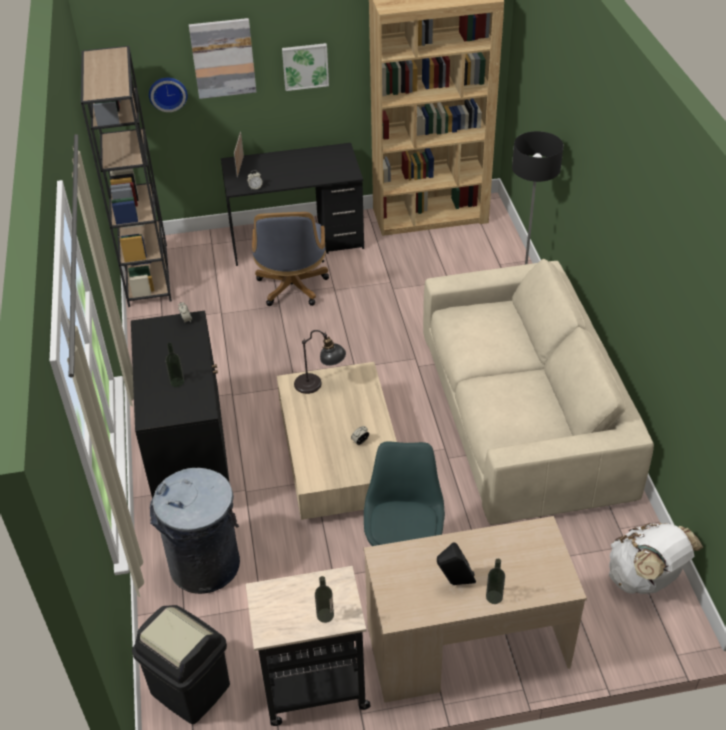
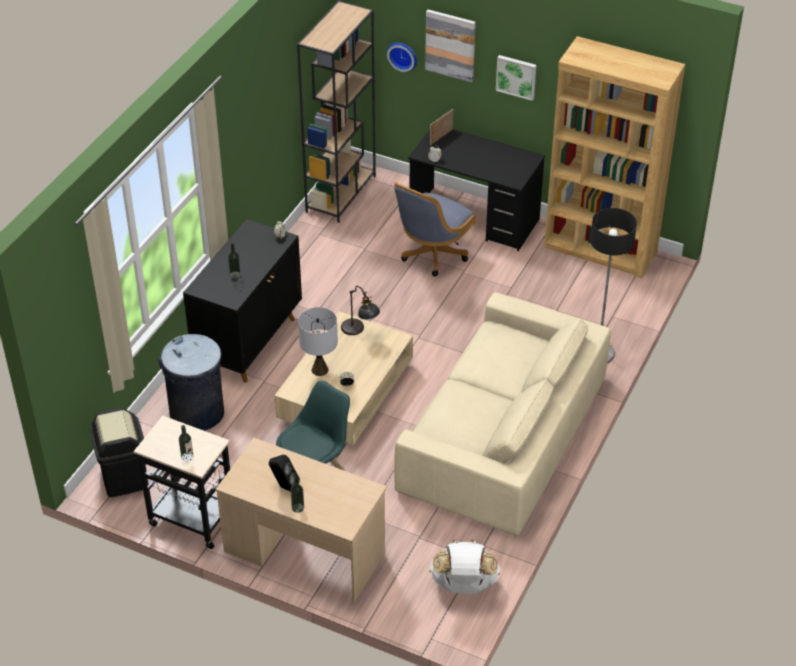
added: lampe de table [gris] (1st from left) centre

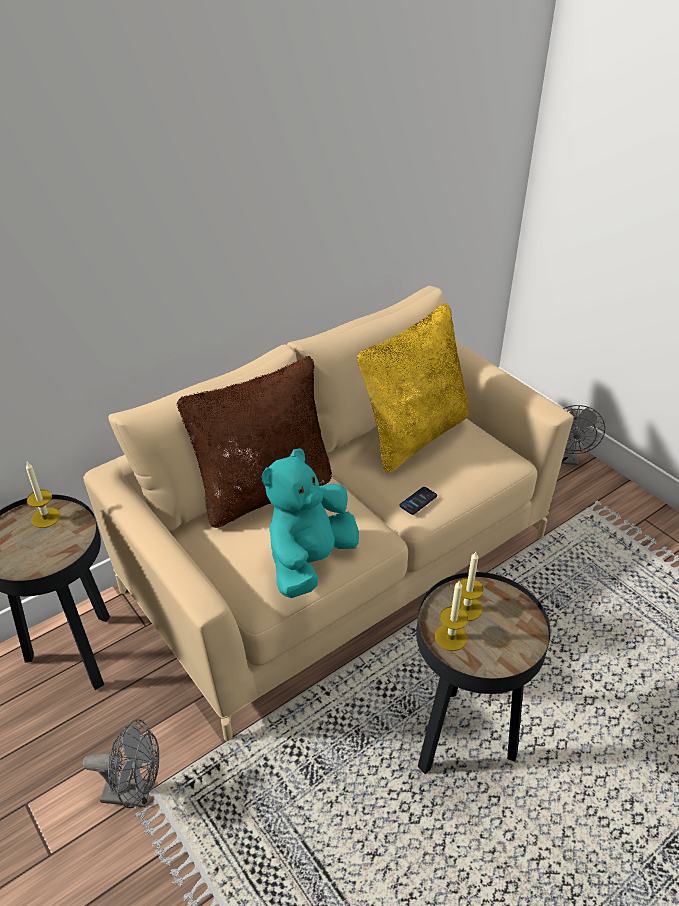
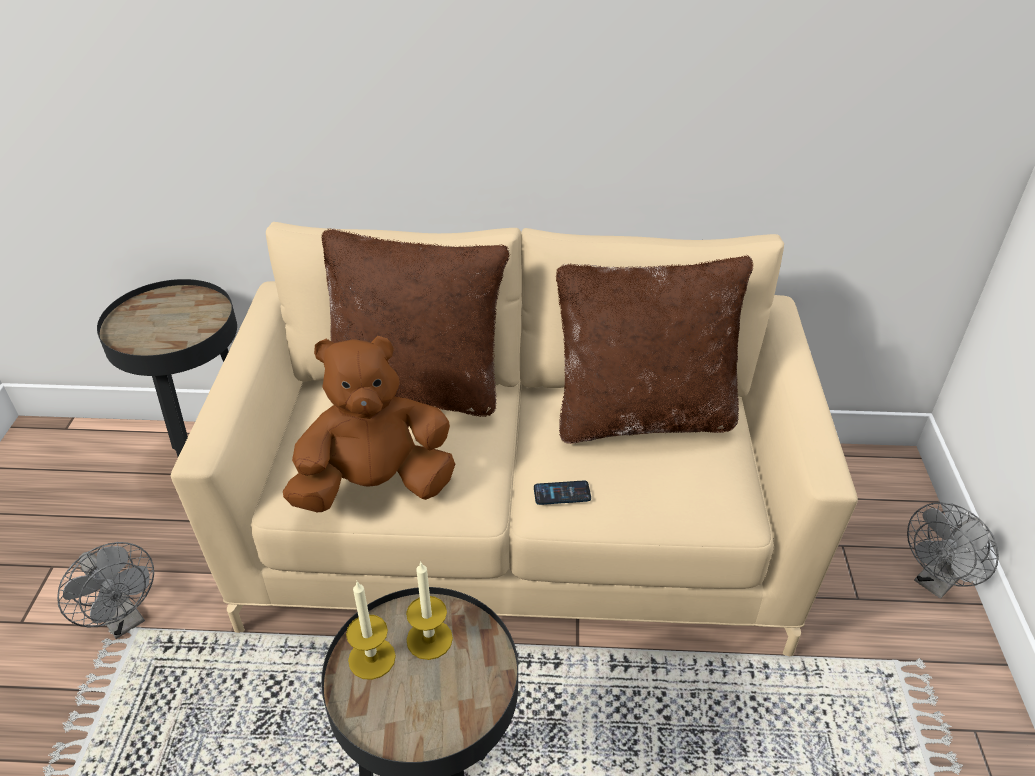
removed: bougie (1st from left) middle left
recoloured: peluche [turquoise] centre to peluche [marron] centre; coussin [jaune] centre to coussin [marron] (2nd from left) centre

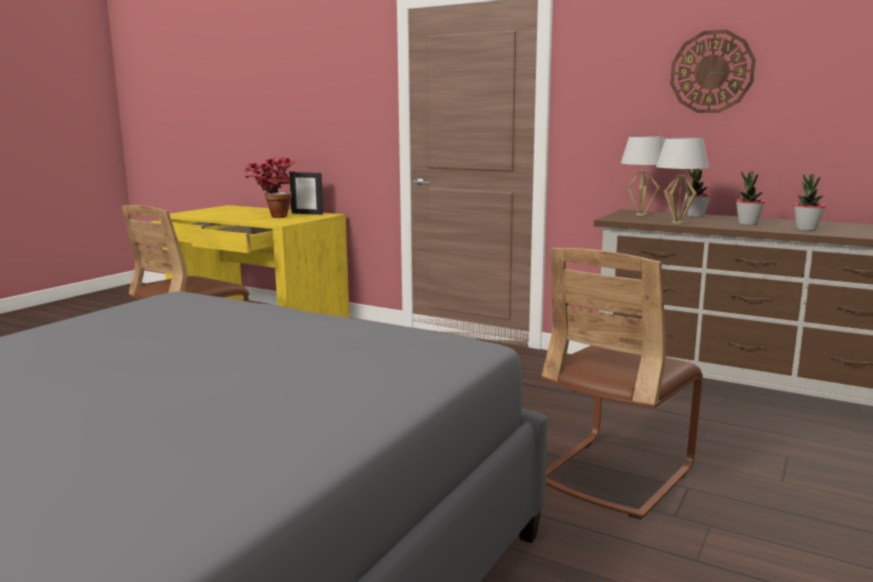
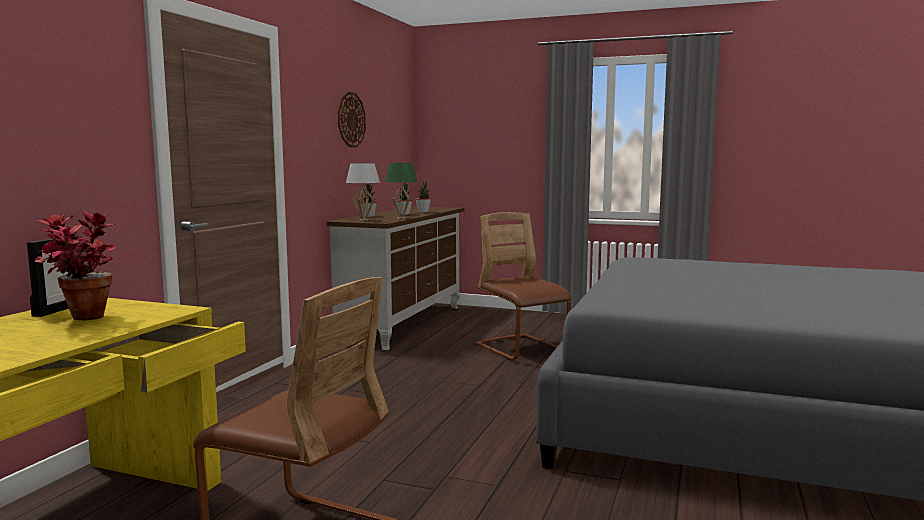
recoloured: lampe de table [blanc] (2nd from left) top right to lampe de table [vert] centre
turned: chaise [marron] (2nd from left) middle right = centre 150 degrees counterclockwise

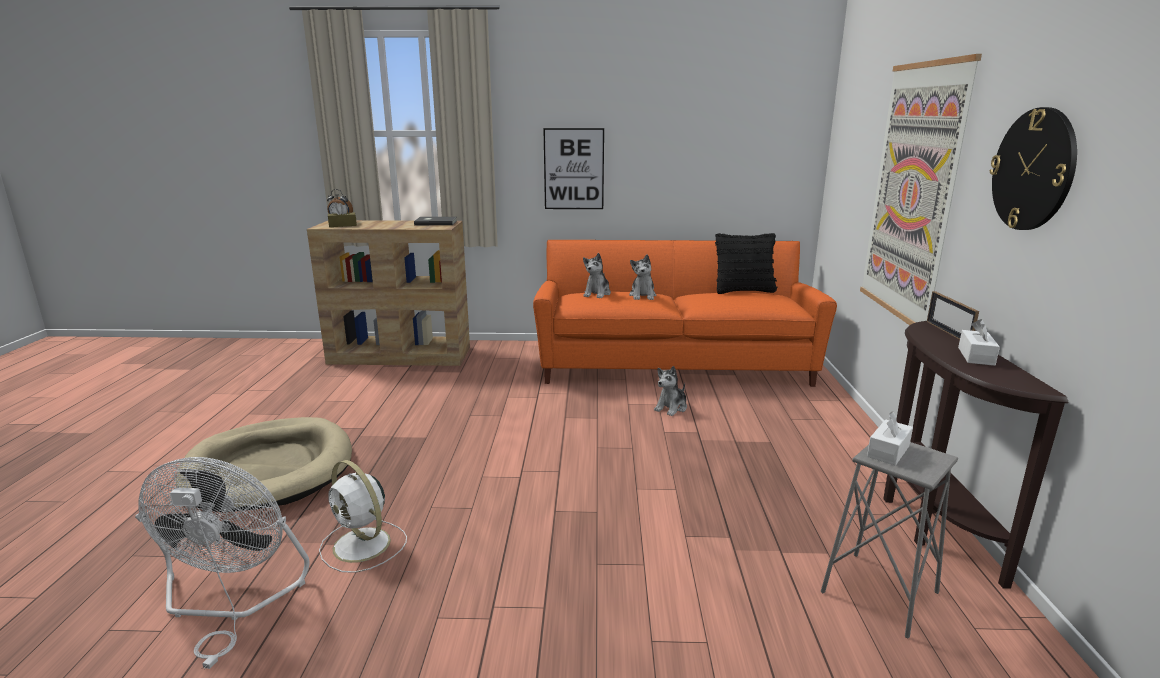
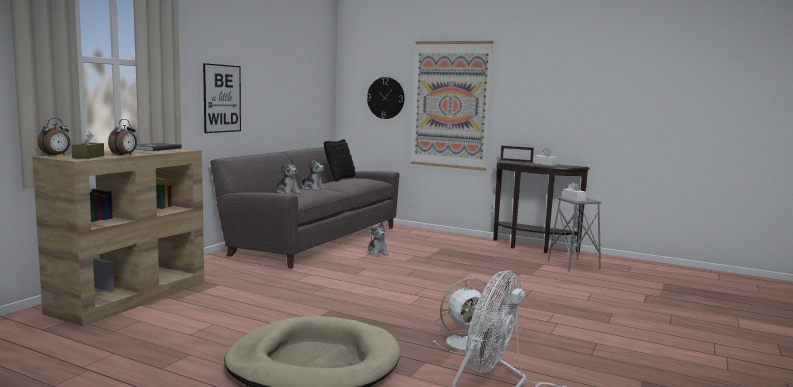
added: réveil (2nd from left) middle left
moved: horloge murale top right to top centre
recoloured: canapé [orange] centre to canapé [gris] centre

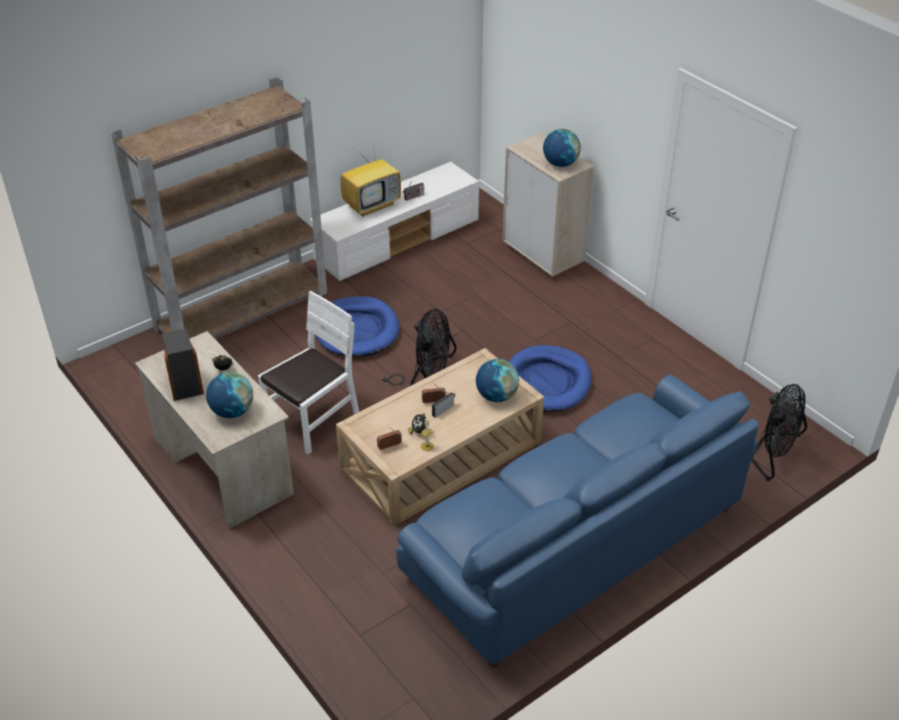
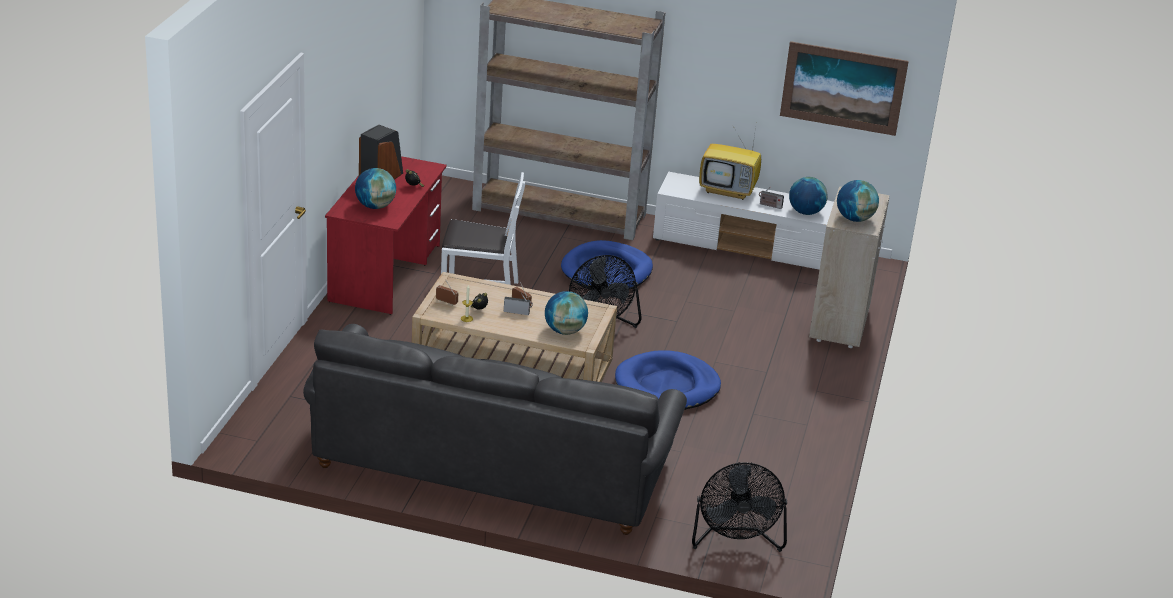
added: tableau top right; globe (3rd from left) top right
recoloured: bureau [beige] middle left to bureau [rouge] middle left; canapé [bleu] bottom centre to canapé [noir] bottom centre

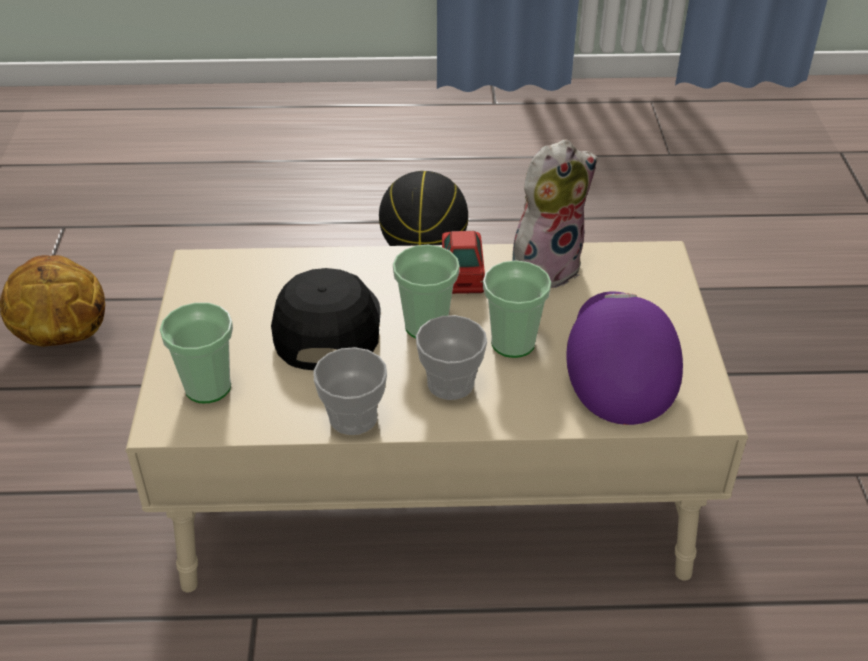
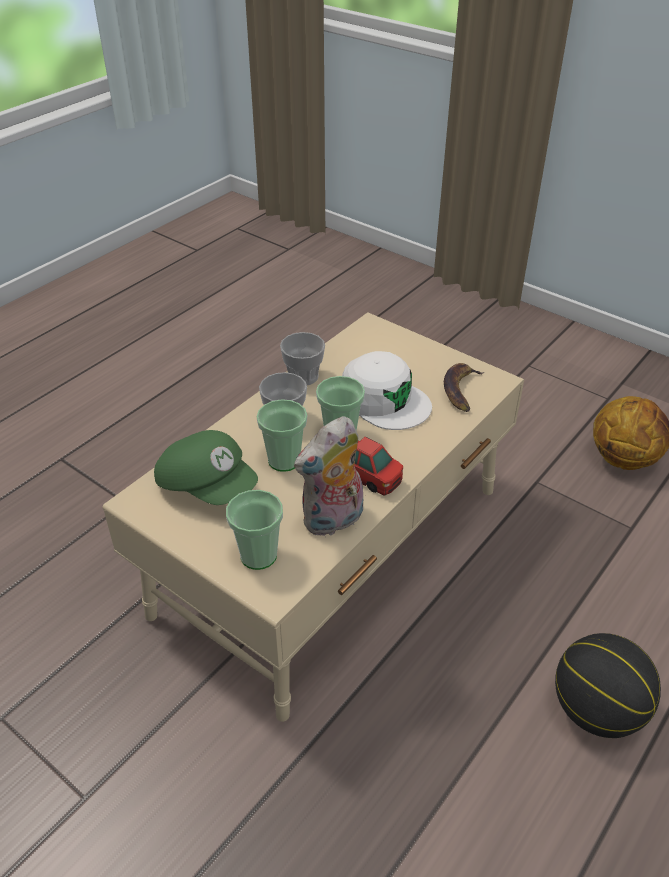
added: banane middle right
moved: tasse (1st from left) middle left to centre
recoloured: casquette [noir] centre to casquette [blanc] centre; casquette [violet] middle right to casquette [vert] middle left
turned: peluche top centre = centre 45 degrees clockwise

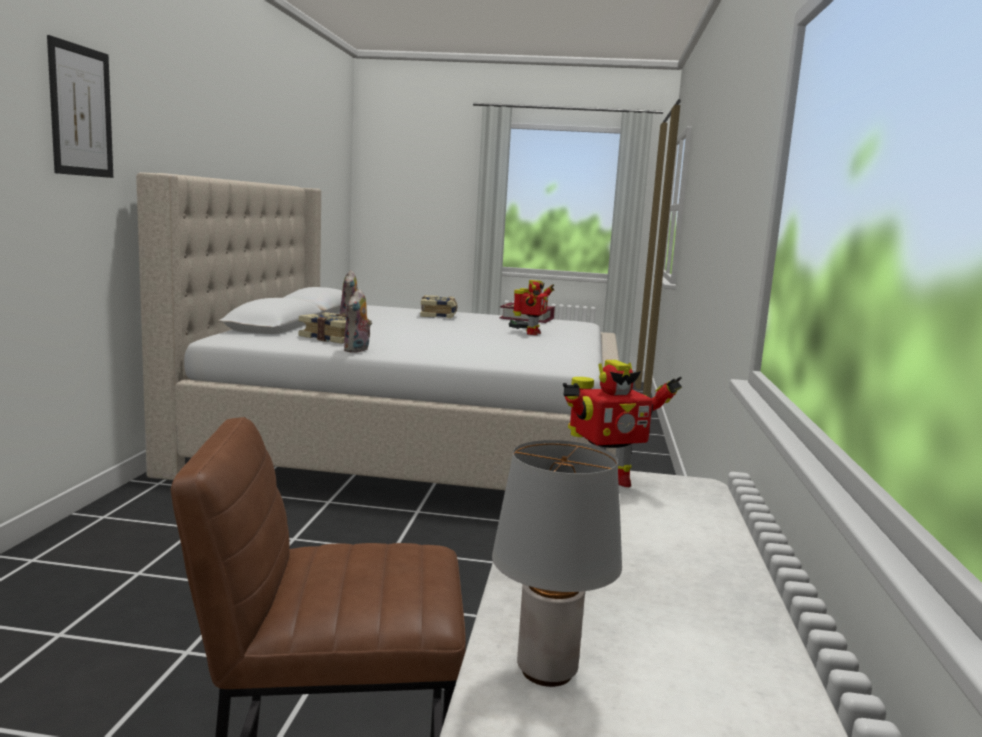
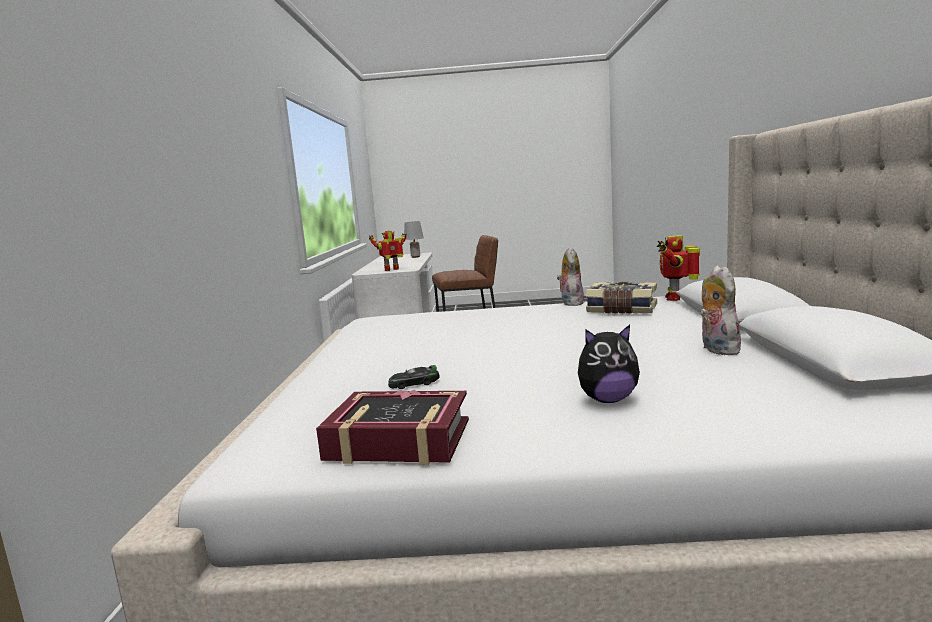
removed: tableau top left
moved: robot jouet (1st from left in the first image) centre to robot jouet (2nd from left) middle right
replaced: livre (2nd from left) centre to peluche (2nd from left) centre

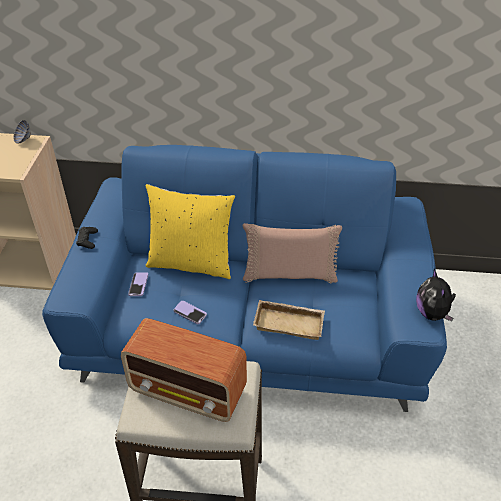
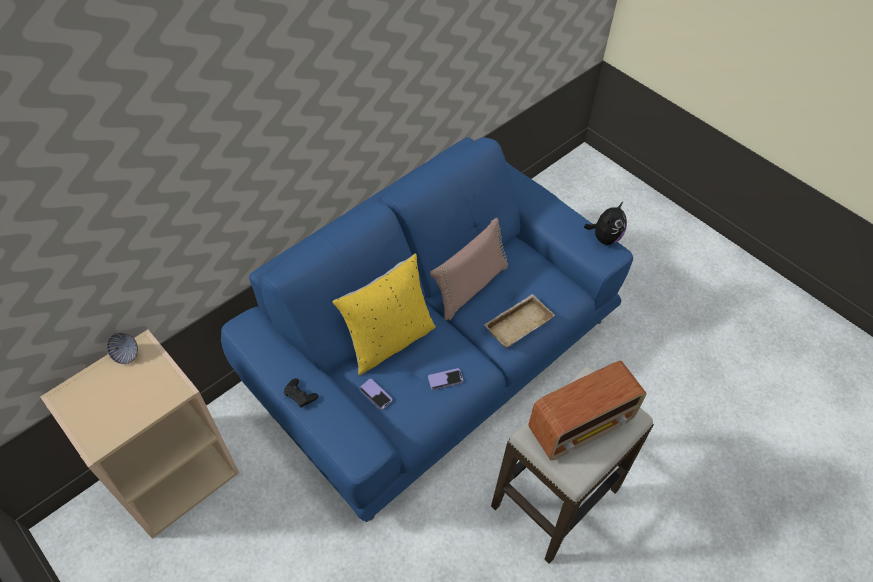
turned: peluche middle right = middle right 90 degrees counterclockwise

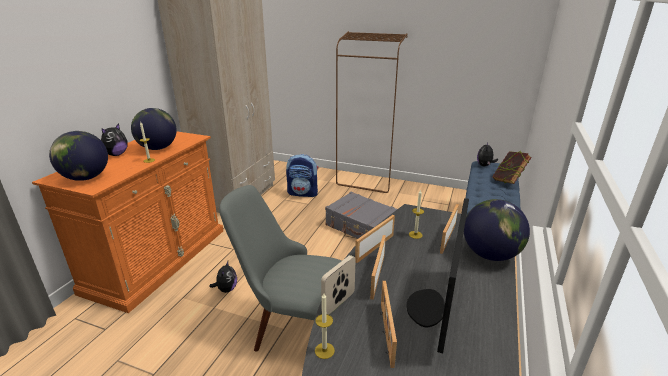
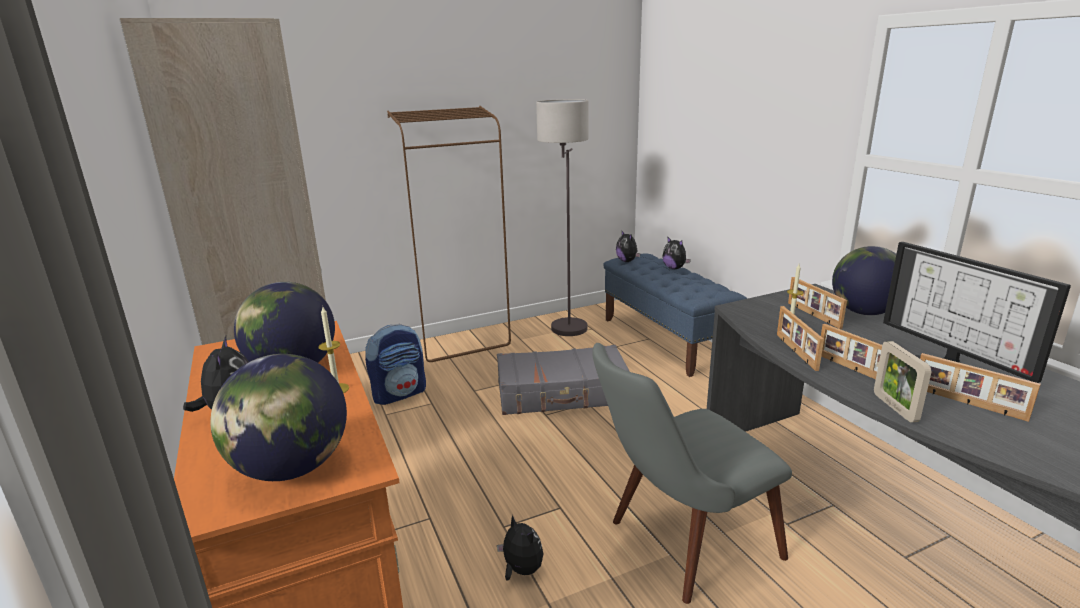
removed: bougie (2nd from left) bottom centre
added: lampadaire [gris] centre
replaced: livre middle right to peluche (4th from left) centre

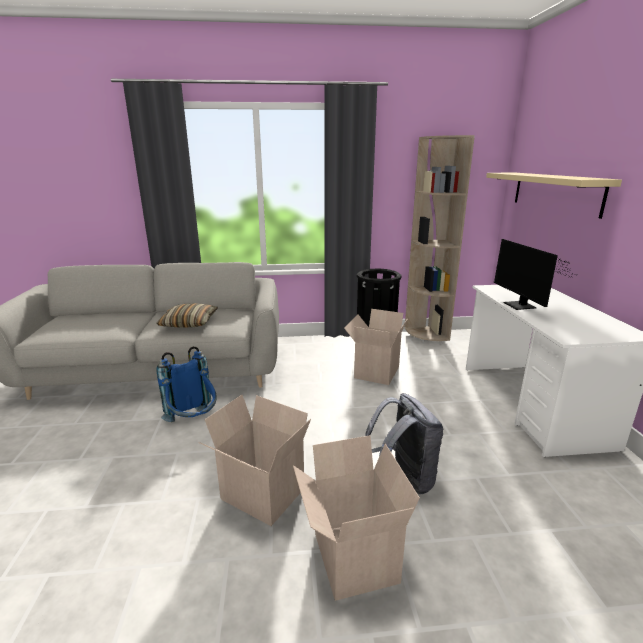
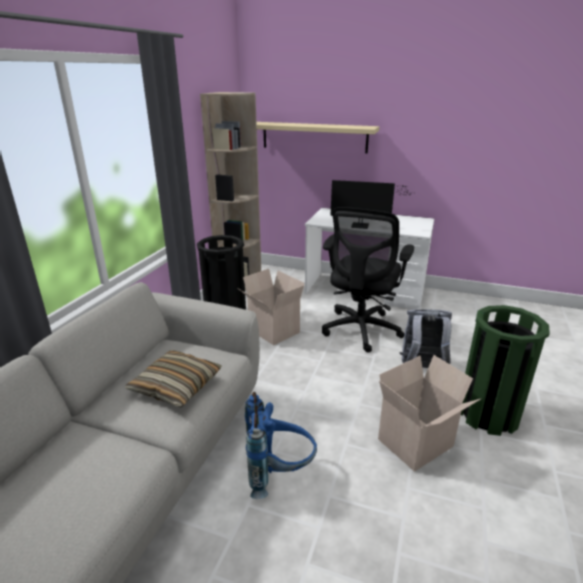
added: chaise de bureau [noir] centre
replaced: carton (2nd from left) bottom centre to poubelle [vert] middle right

